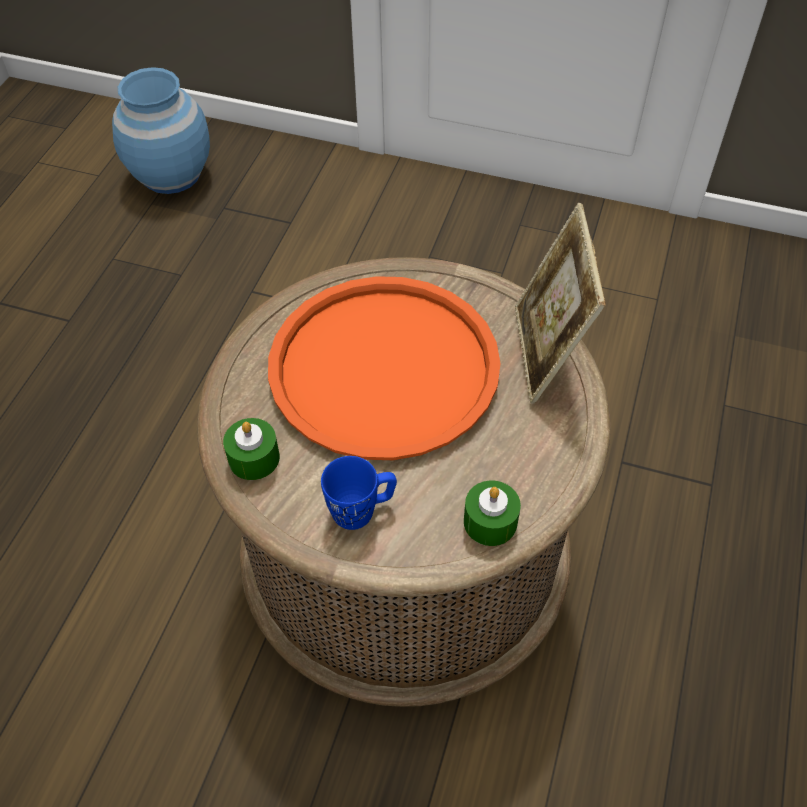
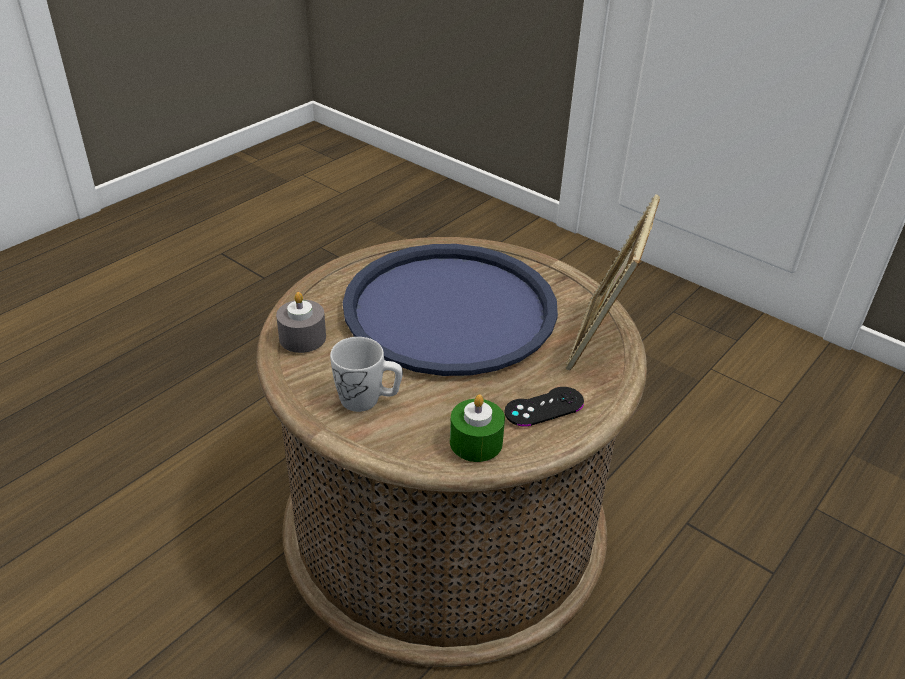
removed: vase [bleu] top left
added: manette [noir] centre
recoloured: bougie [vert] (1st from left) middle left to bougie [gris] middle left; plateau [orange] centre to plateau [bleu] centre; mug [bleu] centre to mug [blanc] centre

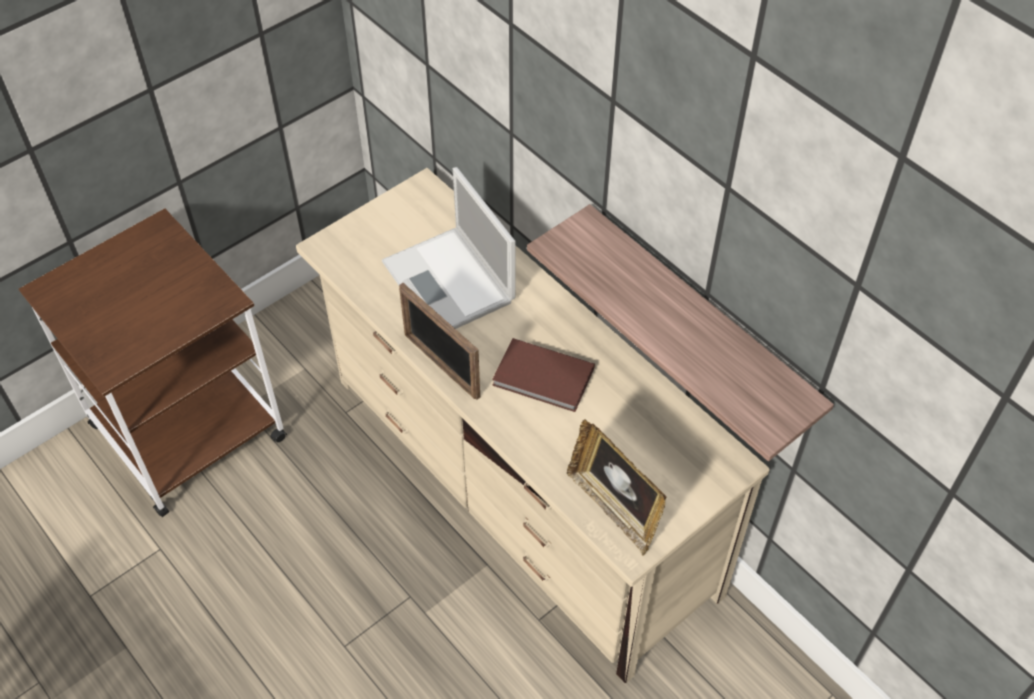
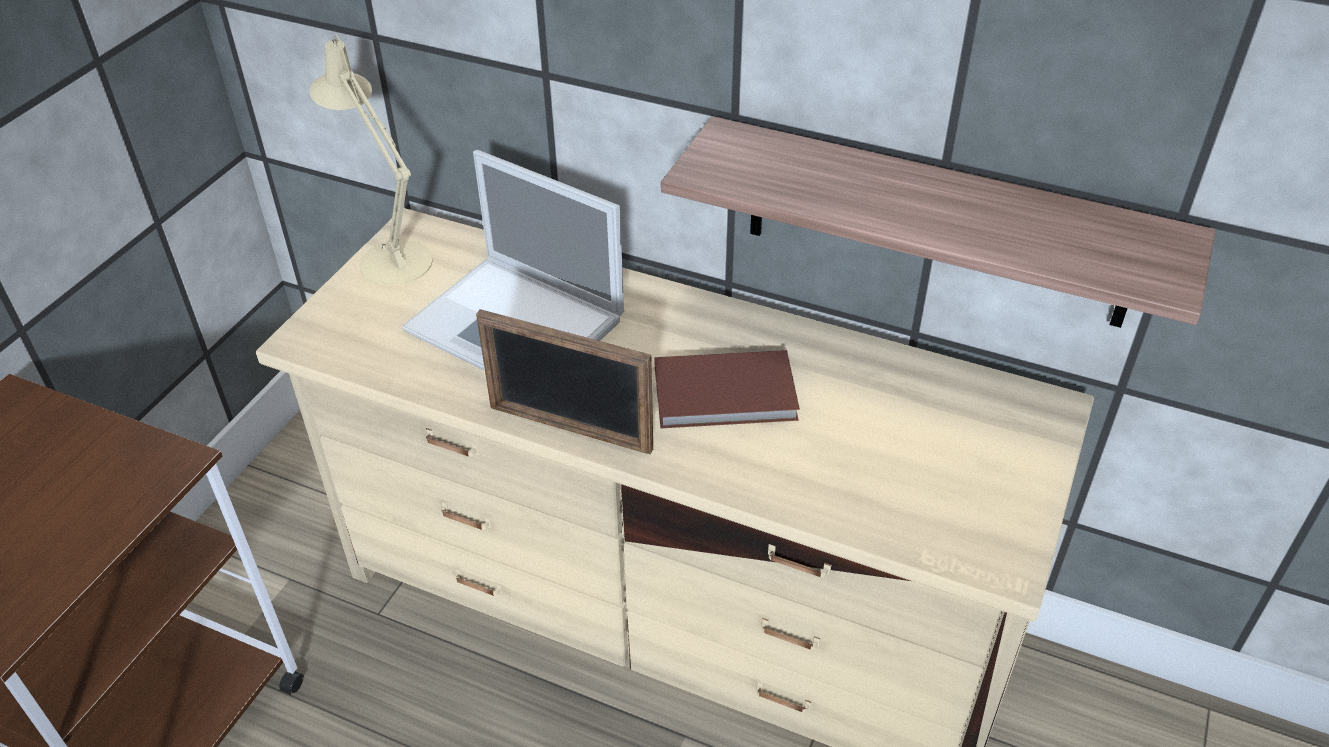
removed: cadre photo (2nd from left) bottom centre
added: lampe de table [beige] top left

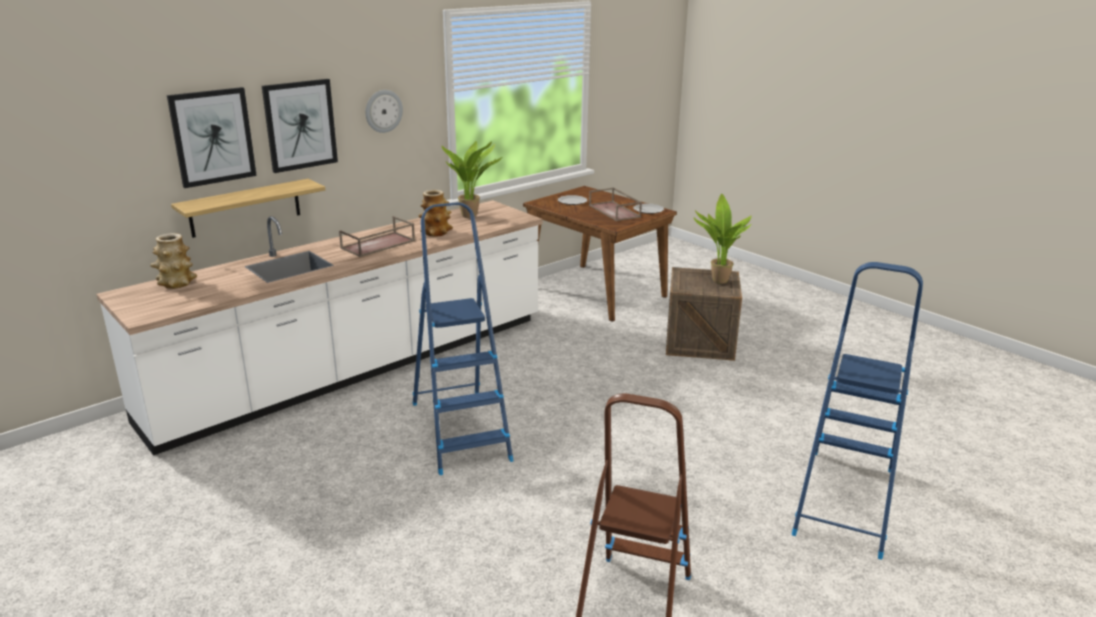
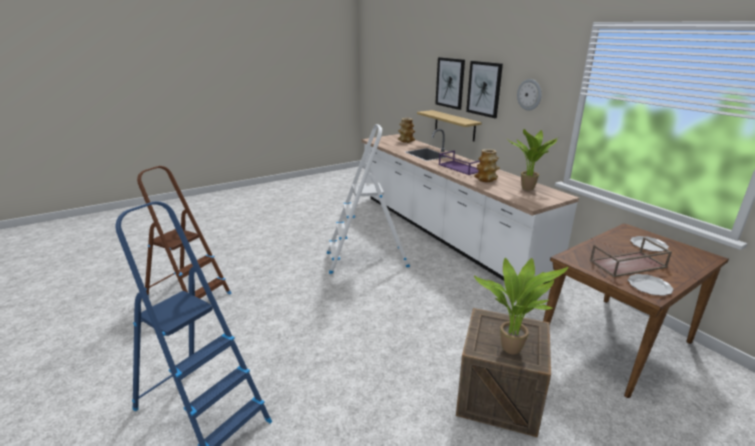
recoloured: plateau [marron] (1st from left) centre to plateau [violet] centre; escabeau [bleu] (1st from left) centre to escabeau [blanc] centre

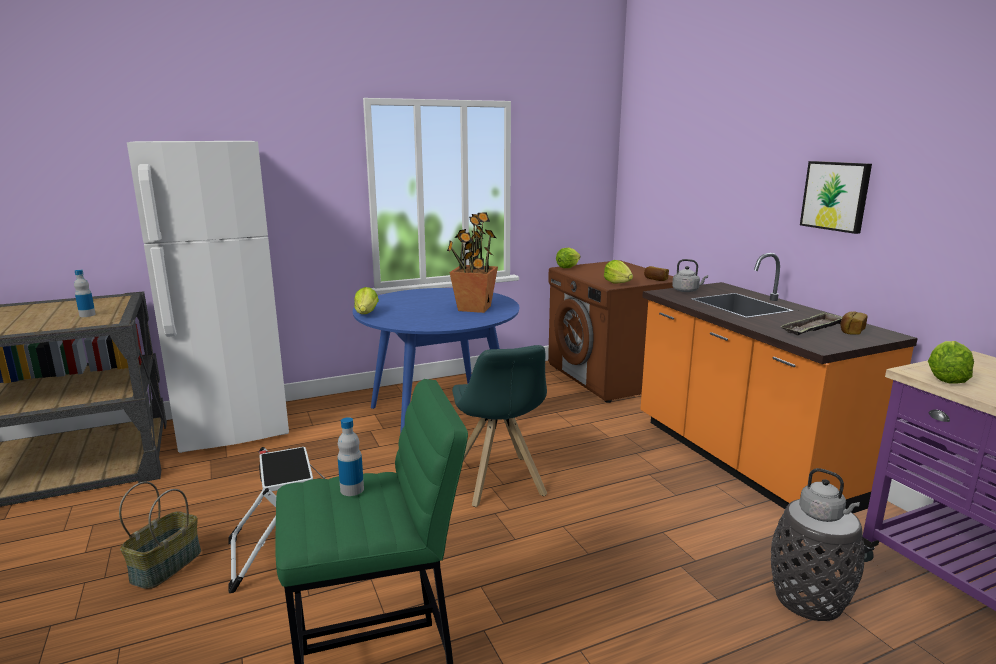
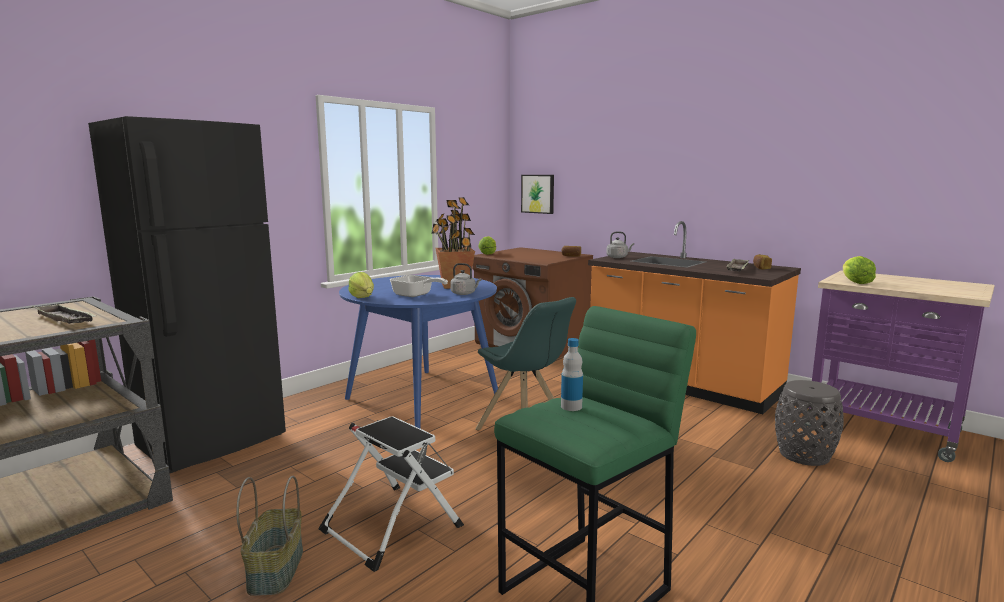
removed: laitue (3rd from left) centre
added: poêle centre
moved: bouilloire [gris] (2nd from left in the first image) bottom right to bouilloire [gris] (1st from left) centre; tableau top right to top centre
replaced: bouteille (1st from left) middle left to plateau (1st from left) middle left
recoloured: réfrigérateur [blanc] middle left to réfrigérateur [noir] middle left

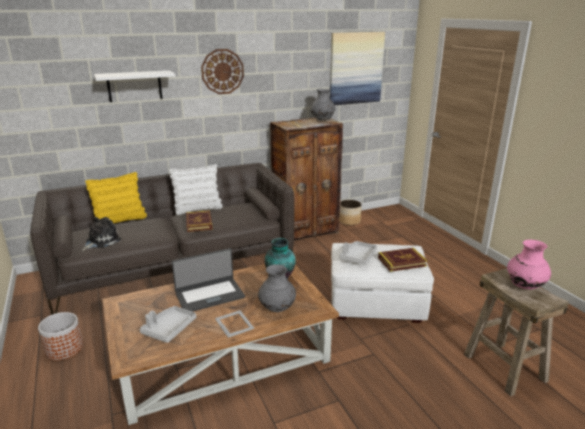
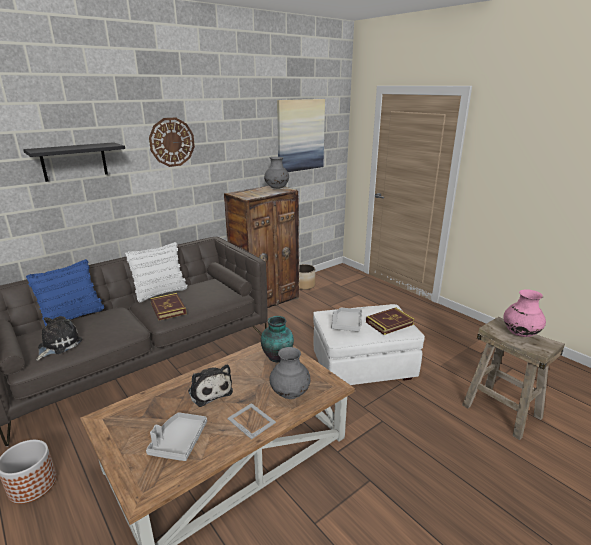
replaced: ordinateur portable centre to peluche (2nd from left) bottom centre
recoloured: coussin [jaune] middle left to coussin [bleu] middle left; étagère [blanc] top left to étagère [noir] top left

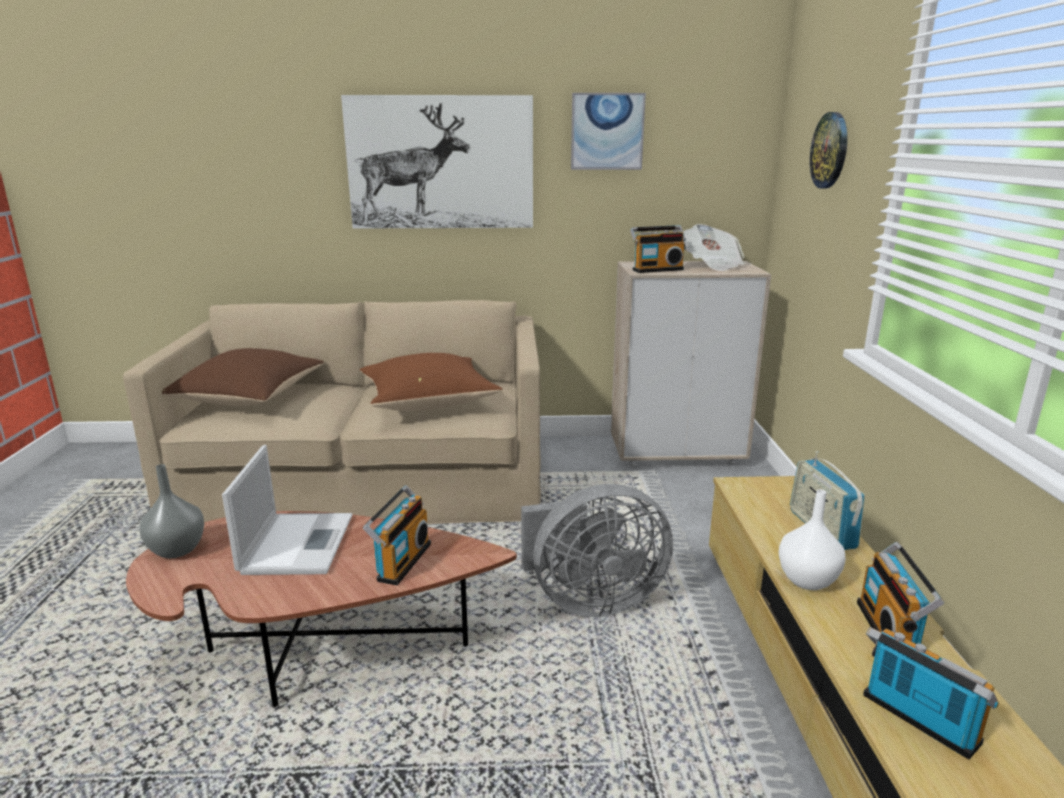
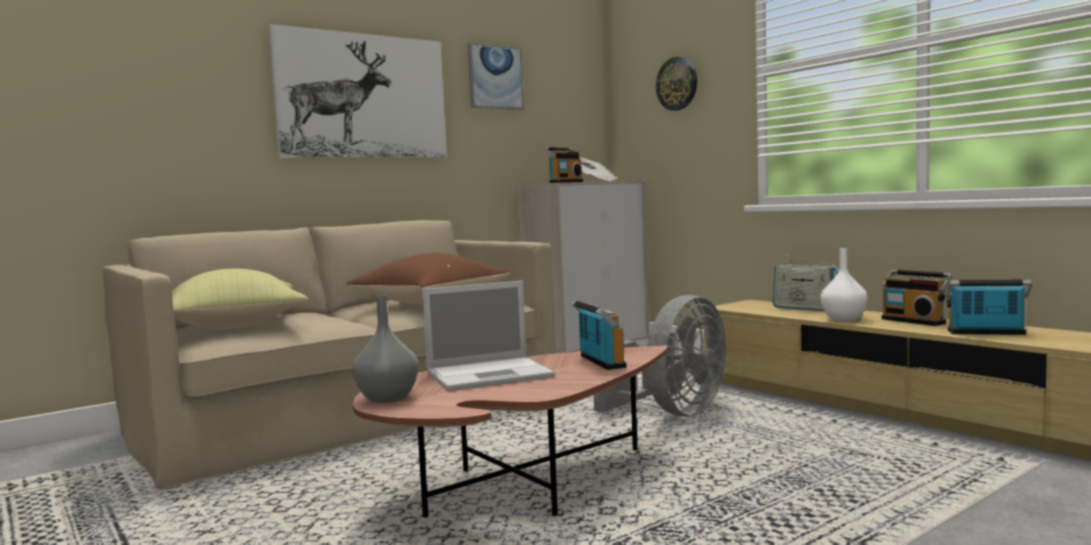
recoloured: coussin [marron] (1st from left) middle left to coussin [jaune] middle left
turned: ordinateur portable middle left = centre 105 degrees clockwise

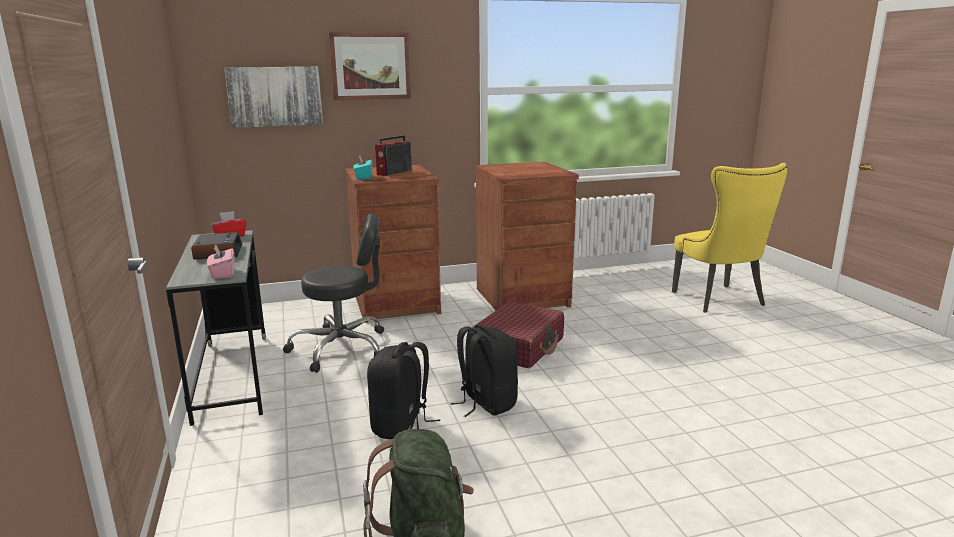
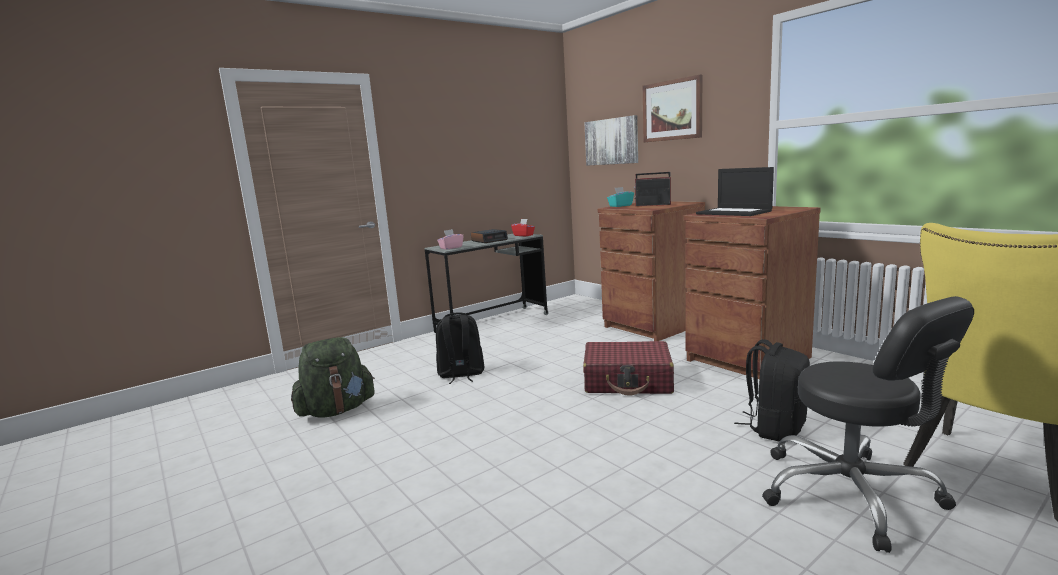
added: ordinateur portable top right
moved: chaise de bureau [noir] centre to bottom right; sac à dos [noir] (2nd from left) bottom centre to bottom right

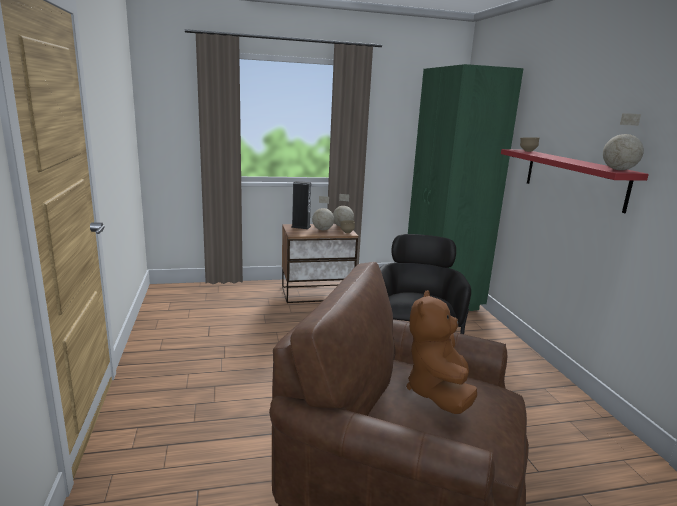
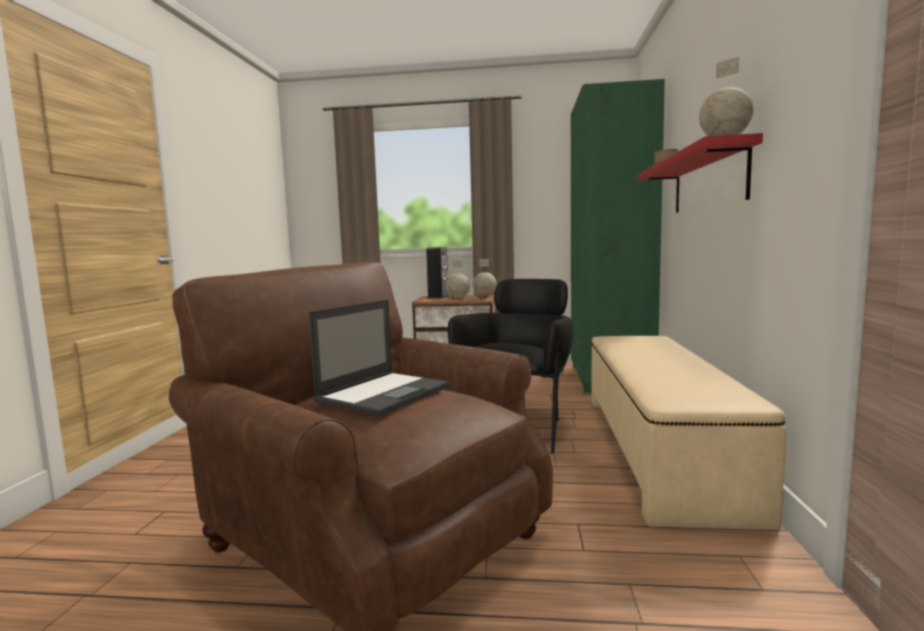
added: banc [beige] bottom right
replaced: peluche [marron] bottom centre to ordinateur portable centre

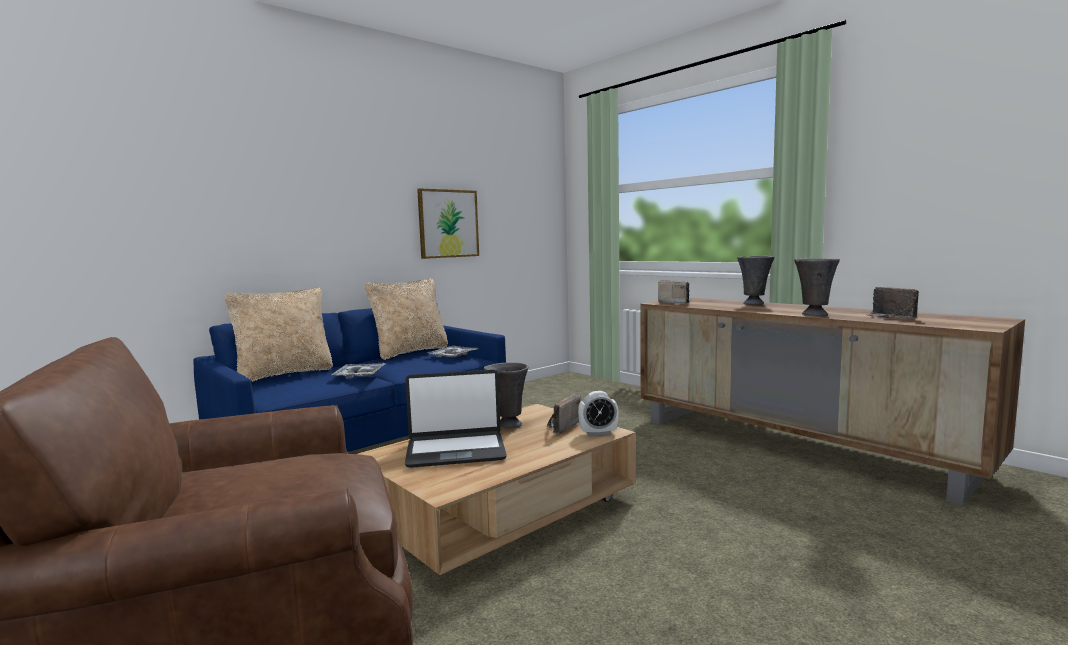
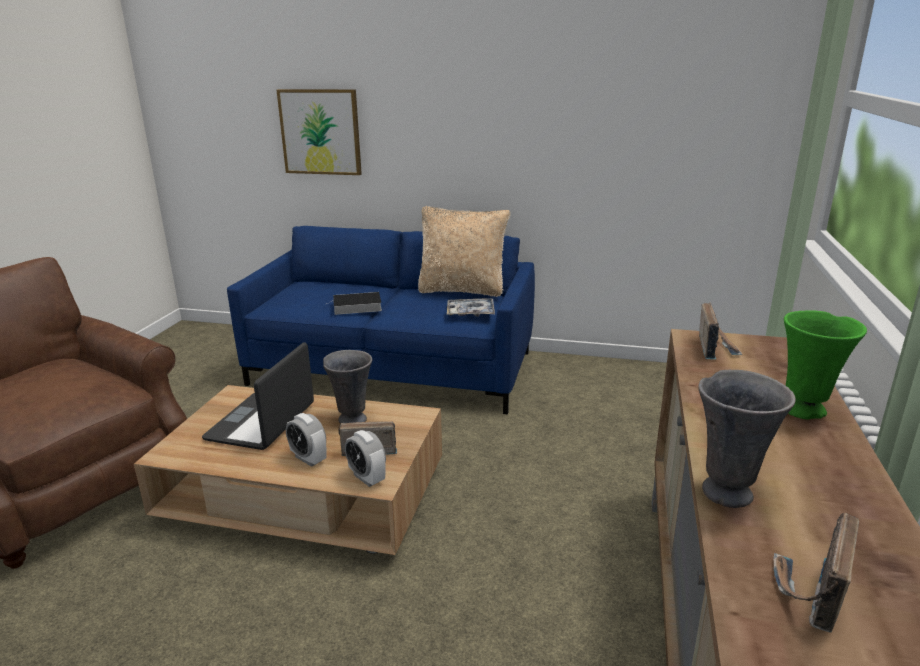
removed: coussin [beige] (1st from left) middle left
added: réveil (1st from left) middle left
moved: tableau centre to top centre
replaced: plateau (1st from left) centre to livre centre
recoloured: vase [gris] (2nd from left) middle right to vase [vert] middle right
turned: ordinateur portable centre = middle left 60 degrees clockwise

